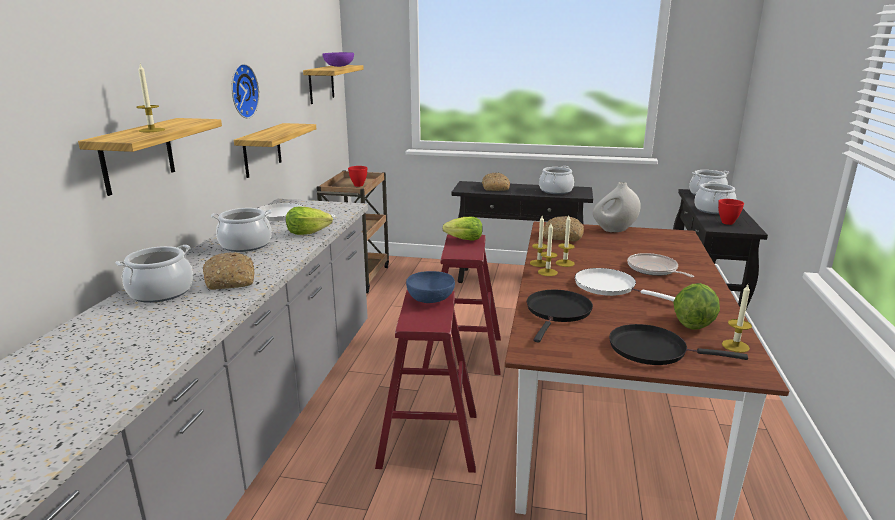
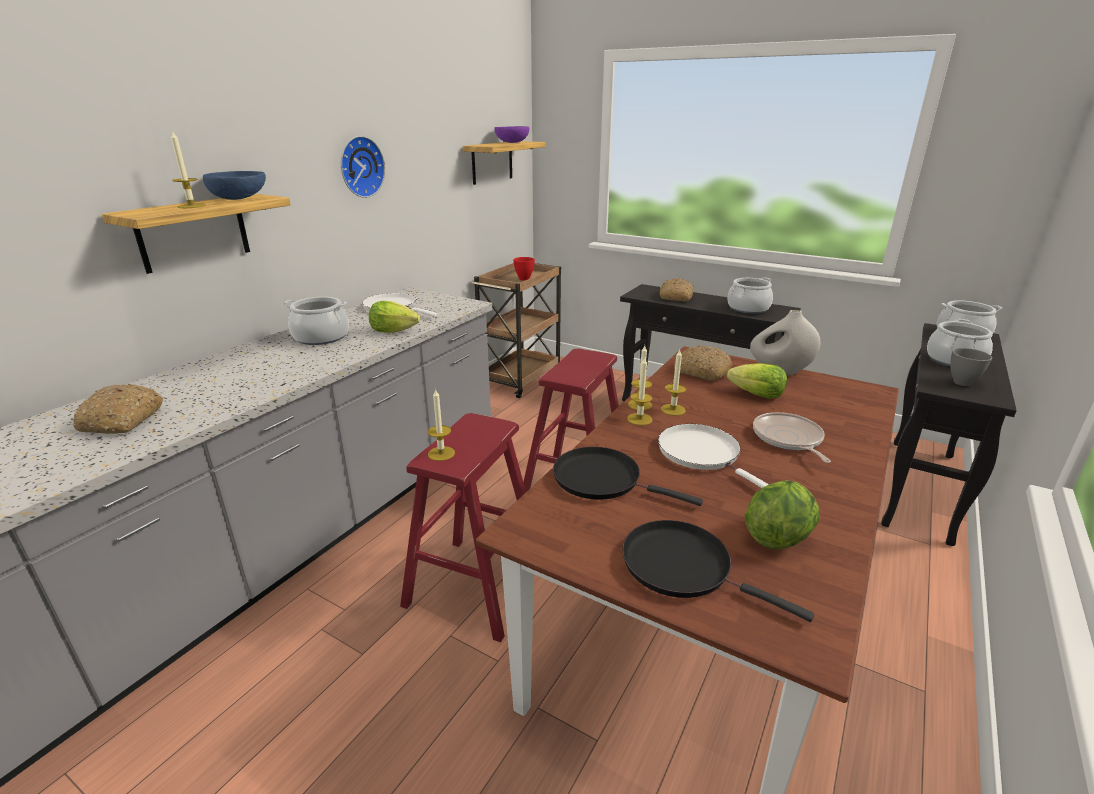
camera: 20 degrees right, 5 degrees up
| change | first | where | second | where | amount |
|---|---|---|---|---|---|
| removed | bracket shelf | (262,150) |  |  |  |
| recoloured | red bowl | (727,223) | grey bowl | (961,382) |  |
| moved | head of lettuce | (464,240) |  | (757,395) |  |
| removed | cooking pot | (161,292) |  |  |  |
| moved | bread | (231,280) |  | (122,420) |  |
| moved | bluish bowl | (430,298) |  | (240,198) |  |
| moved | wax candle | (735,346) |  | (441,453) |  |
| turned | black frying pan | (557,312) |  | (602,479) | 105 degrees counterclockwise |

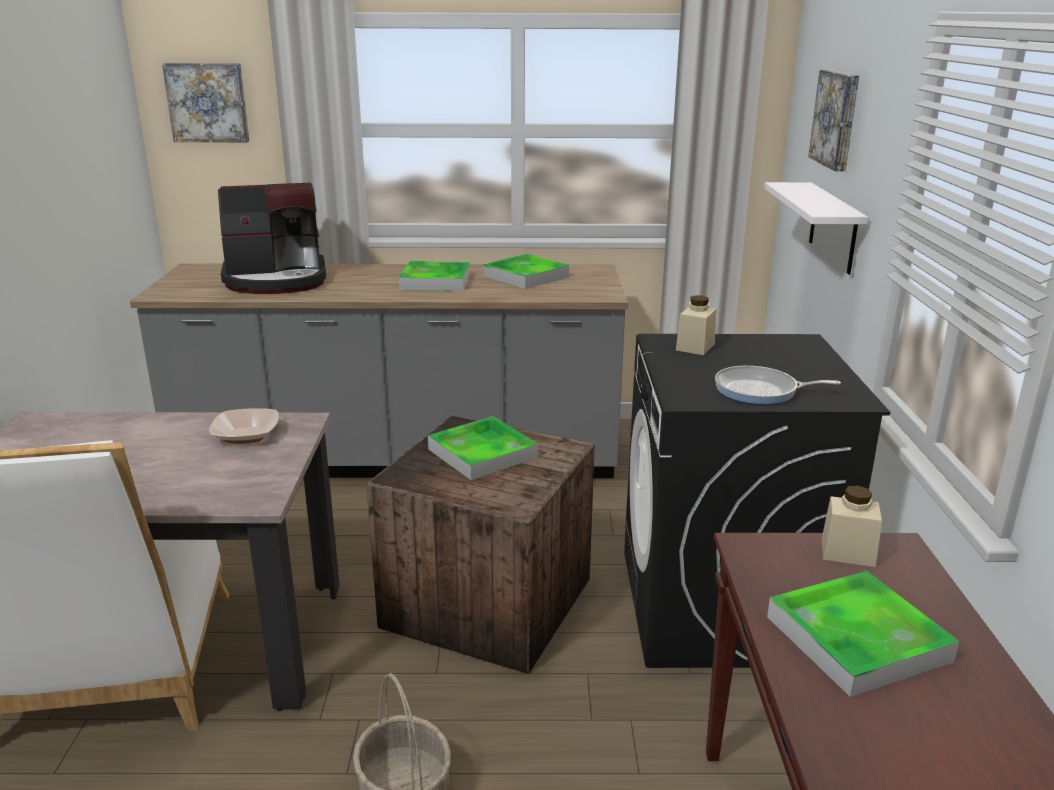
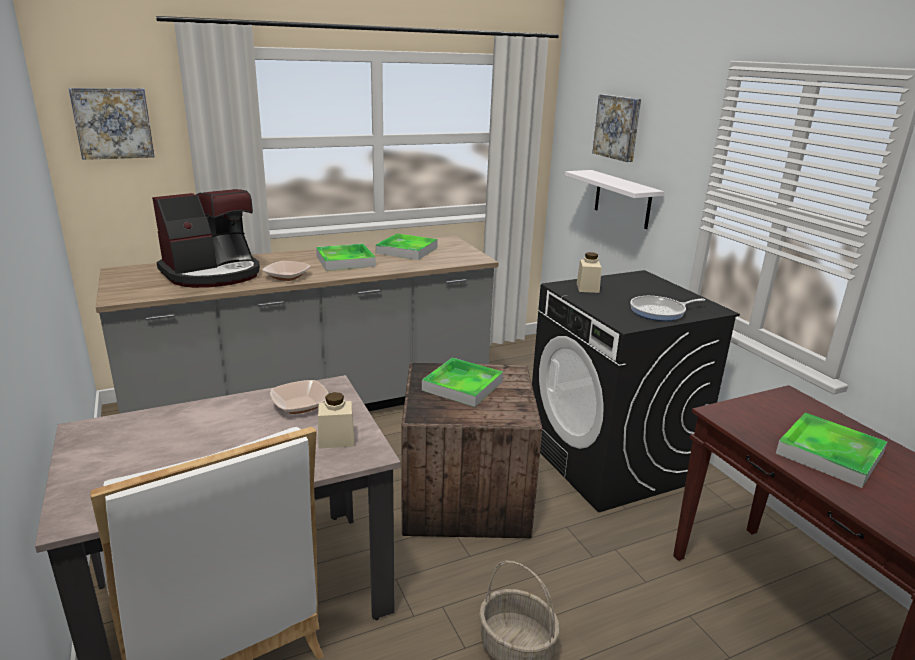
camera: 25 degrees left, 0 degrees up
| change | first | where | second | where | amount |
|---|---|---|---|---|---|
| moved | beige-coloured storage jar | (848,552) |  | (336,439) |  |
| added |  |  | bowl | (287,276) |  |

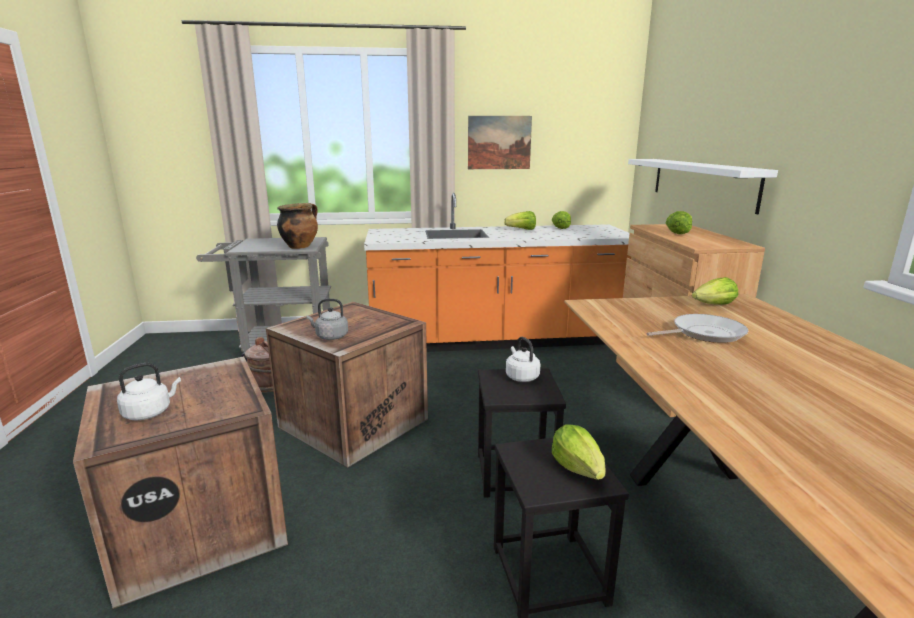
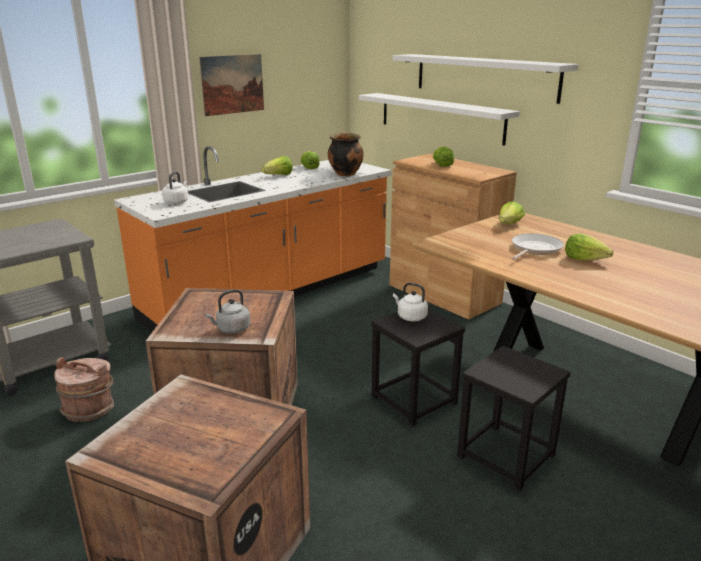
camera: 35 degrees left, 5 degrees up
| change | first | where | second | where | amount |
|---|---|---|---|---|---|
| moved | cooking pot | (300,246) |  | (345,174) |  |
| moved | white-coloured kettle | (150,412) |  | (177,202) |  |
| moved | head of lettuce | (578,468) |  | (585,259) |  |
| added |  |  | white-coloured bracket shelf | (484,76) |  |

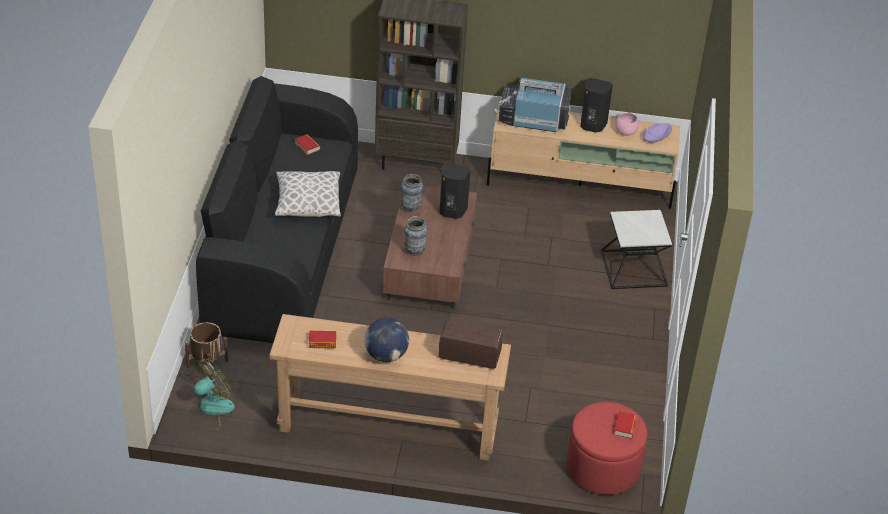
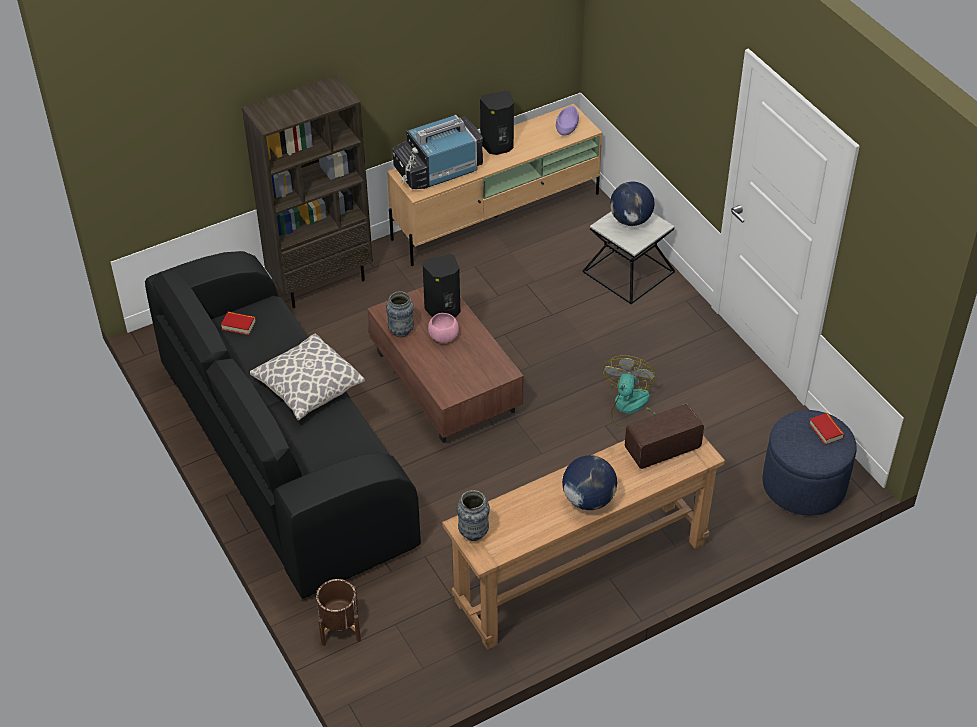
camera: 35 degrees left, 5 degrees up
| change | first | where | second | where | amount |
|---|---|---|---|---|---|
| moved | pink-coloured bowl | (626,132) |  | (444,337) |  |
| moved | decorative vase | (415,251) |  | (473,533) |  |
| removed | volume | (322,342) |  |  |  |
| moved | cooling fan | (209,410) |  | (630,408) |  |
| recoloured | red ottoman | (603,468) | bluish ottoman | (804,484) |  |
| added |  |  | desk globe | (631,220) |  |

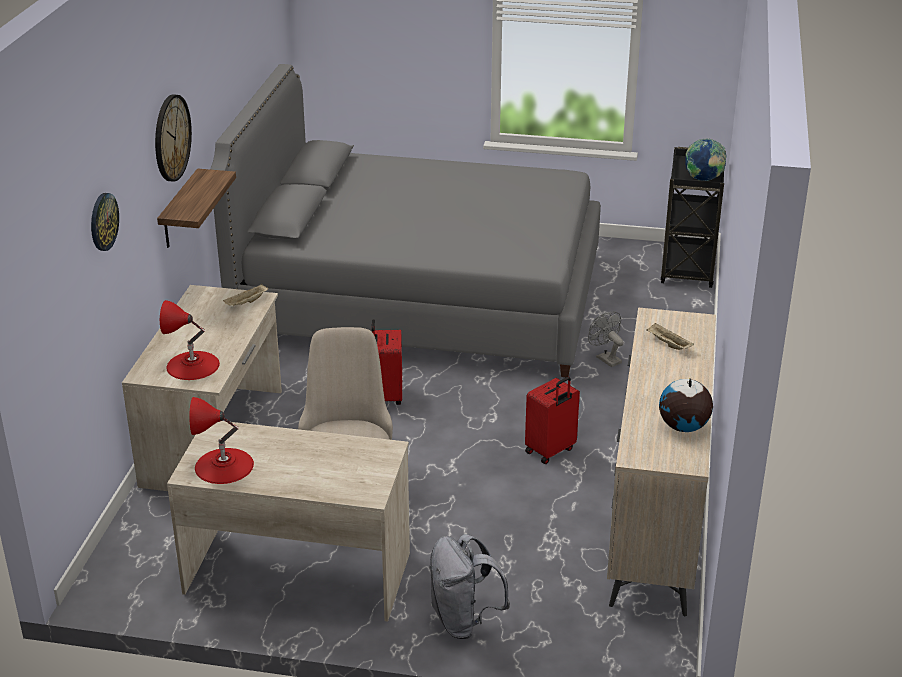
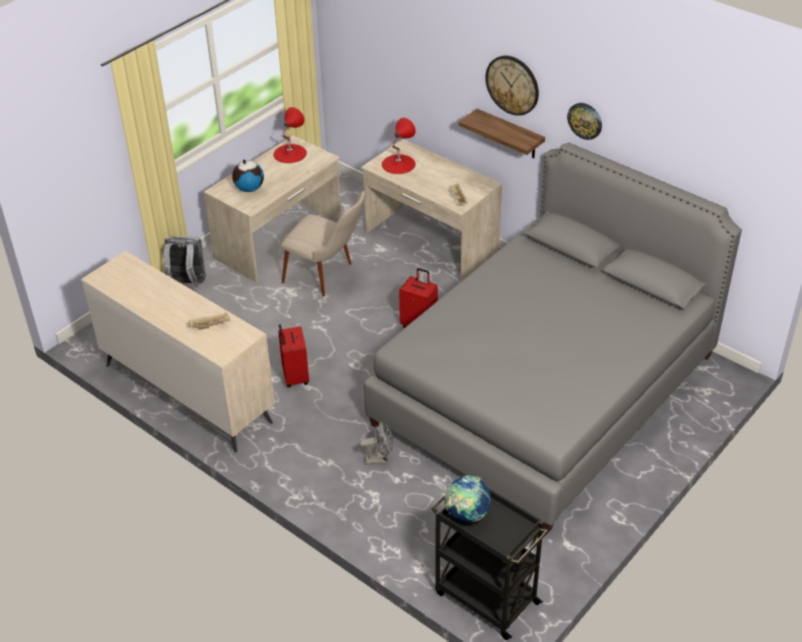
camera: 120 degrees right, 10 degrees up
| change | first | where | second | where | amount |
|---|---|---|---|---|---|
| moved | wall clock | (103,221) |  | (585,120) |  |
| moved | desk globe | (683,427) |  | (249,188) |  |

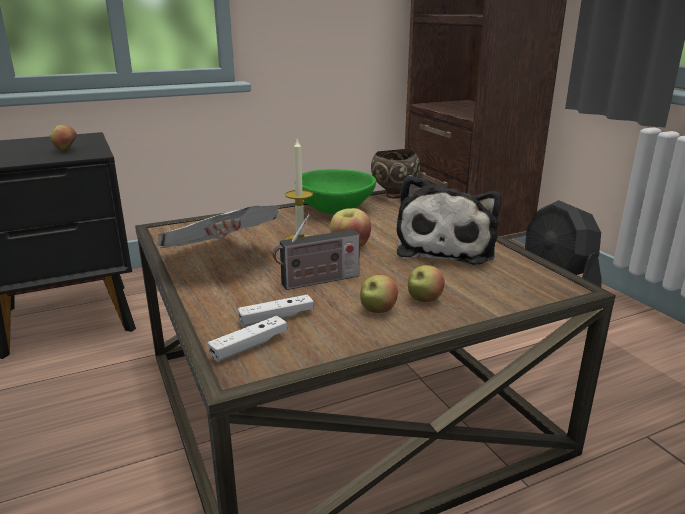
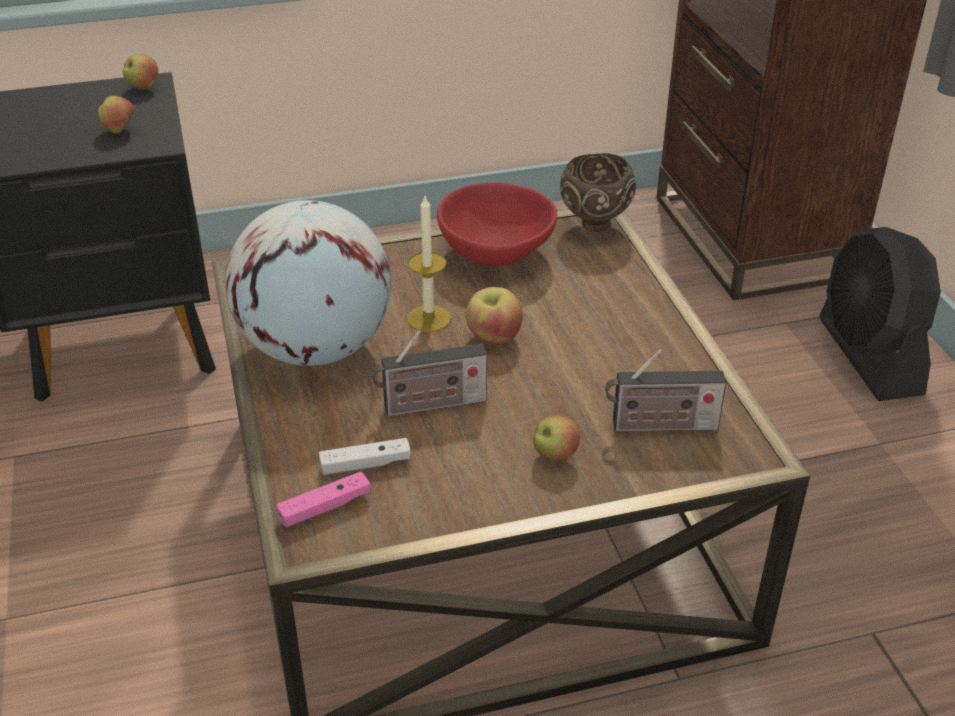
camera: 10 degrees right, 15 degrees up
| change | first | where | second | where | amount |
|---|---|---|---|---|---|
| recoloured | green bowl | (335,210) | red bowl | (495,253) |  |
| removed | soft toy | (446,247) |  |  |  |
| replaced | daily paper | (220,260) | desk globe | (316,348) |  |
| moved | whole apple | (377,310) |  | (143,88) |  |
| recoloured | white-coloured gamepad | (249,346) | pink-coloured gamepad | (325,507) |  |
| added |  |  | radio | (659,426) |  |

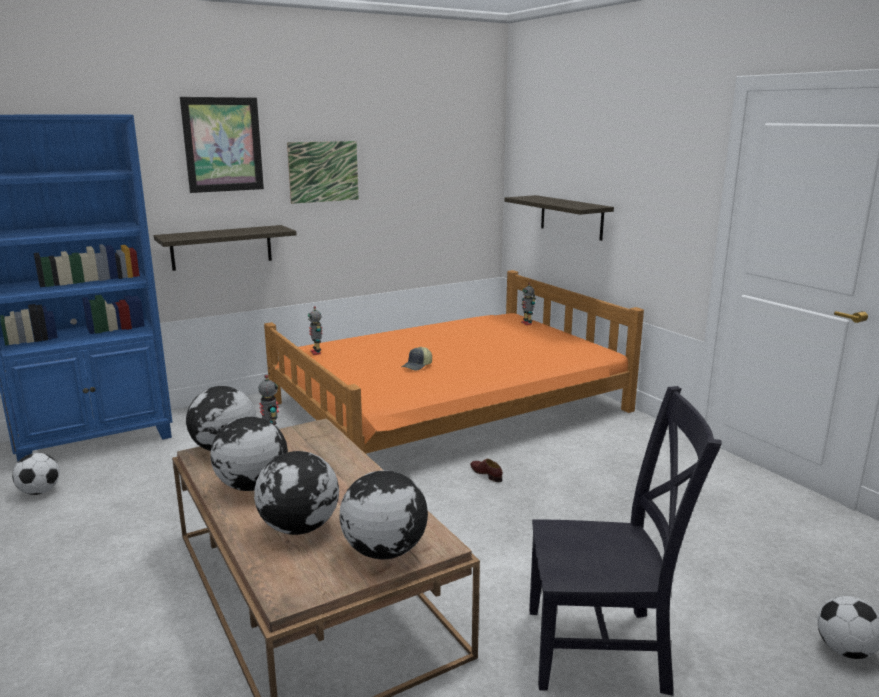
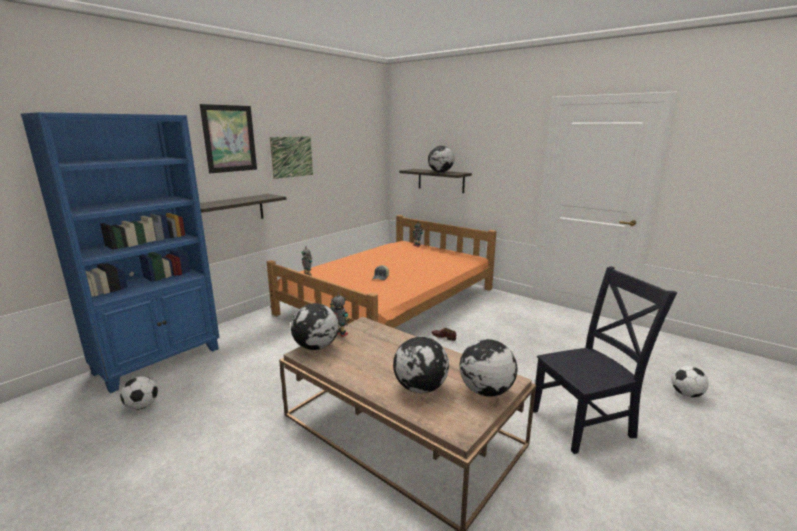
camera: 20 degrees left, 0 degrees up
| change | first | where | second | where | amount |
|---|---|---|---|---|---|
| moved | desk globe | (251,486) |  | (440,172) |  |

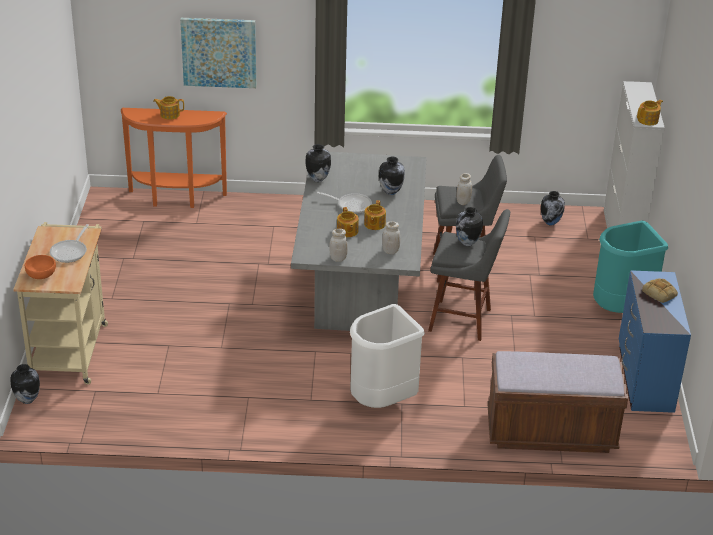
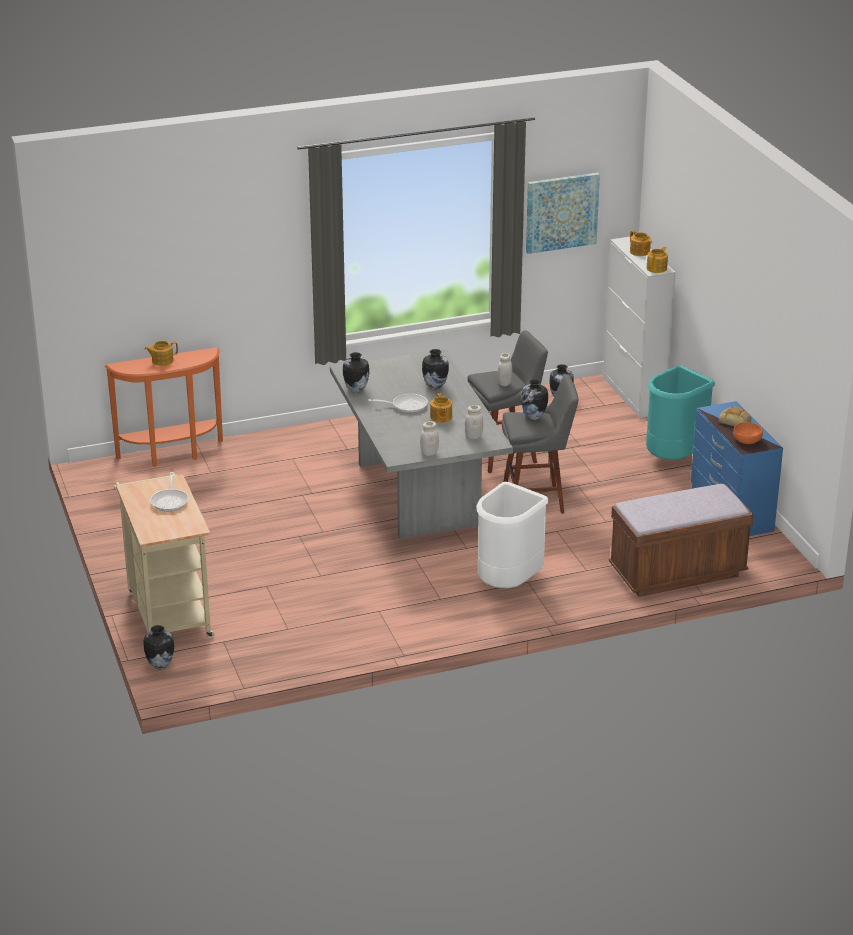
camera: 20 degrees left, 5 degrees down
| change | first | where | second | where | amount |
|---|---|---|---|---|---|
| moved | wall art | (219,52) |  | (561,212) |  |
| moved | teapot | (347,231) |  | (640,252) |  |
| moved | orange-coloured bowl | (41,274) |  | (746,440) |  |

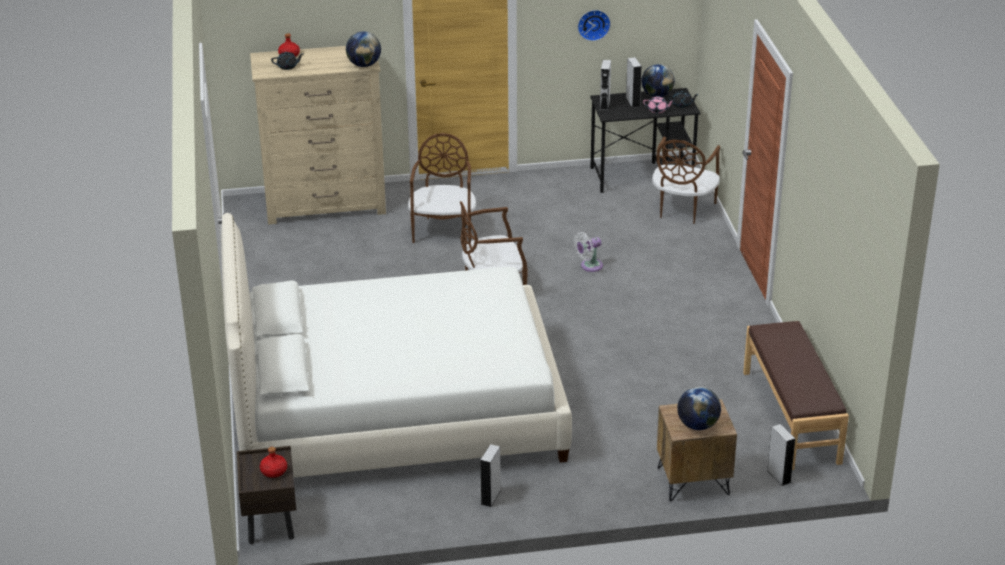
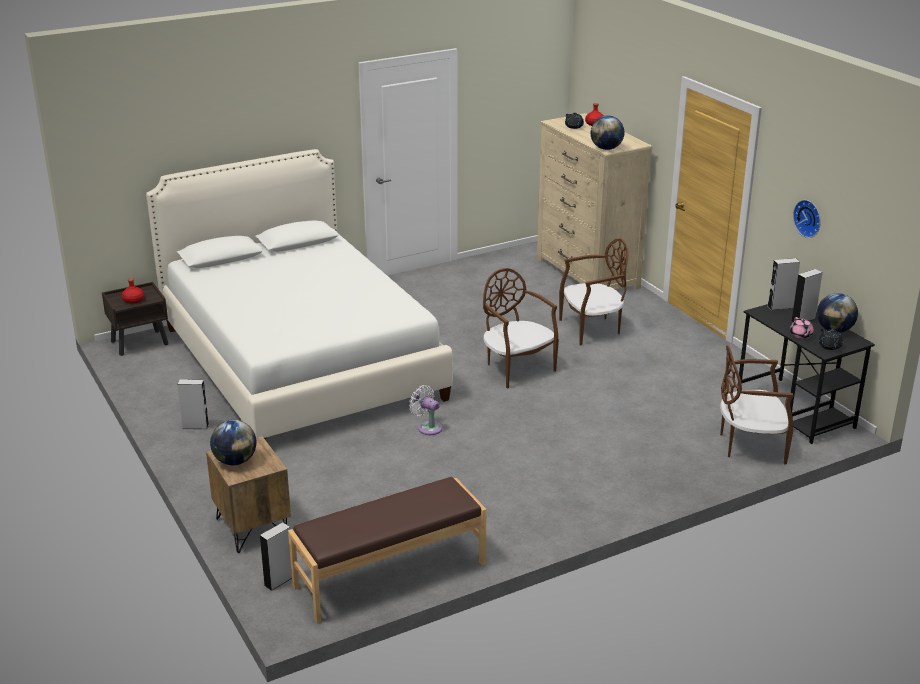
camera: 70 degrees right, 5 degrees down
| change | first | where | second | where | amount |
|---|---|---|---|---|---|
| moved | white-coloured cooling fan | (589,266) |  | (428,427) |  |

